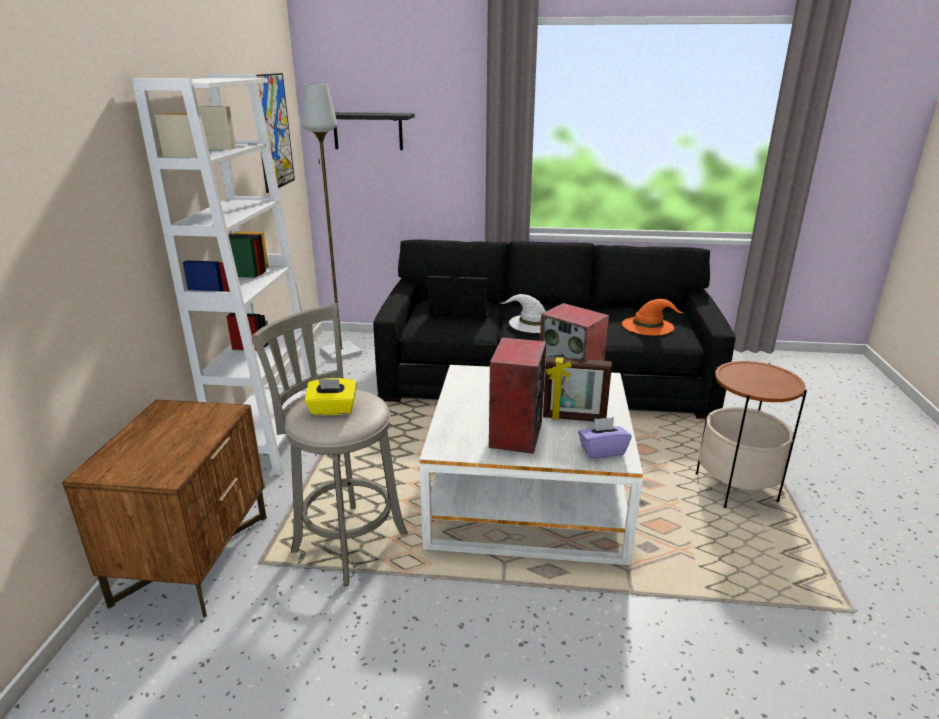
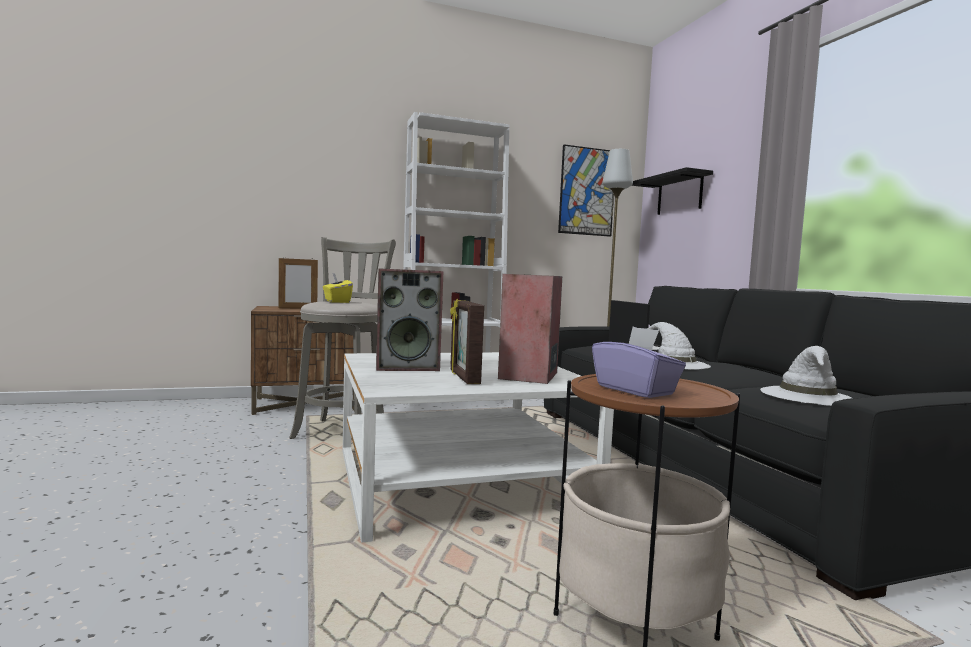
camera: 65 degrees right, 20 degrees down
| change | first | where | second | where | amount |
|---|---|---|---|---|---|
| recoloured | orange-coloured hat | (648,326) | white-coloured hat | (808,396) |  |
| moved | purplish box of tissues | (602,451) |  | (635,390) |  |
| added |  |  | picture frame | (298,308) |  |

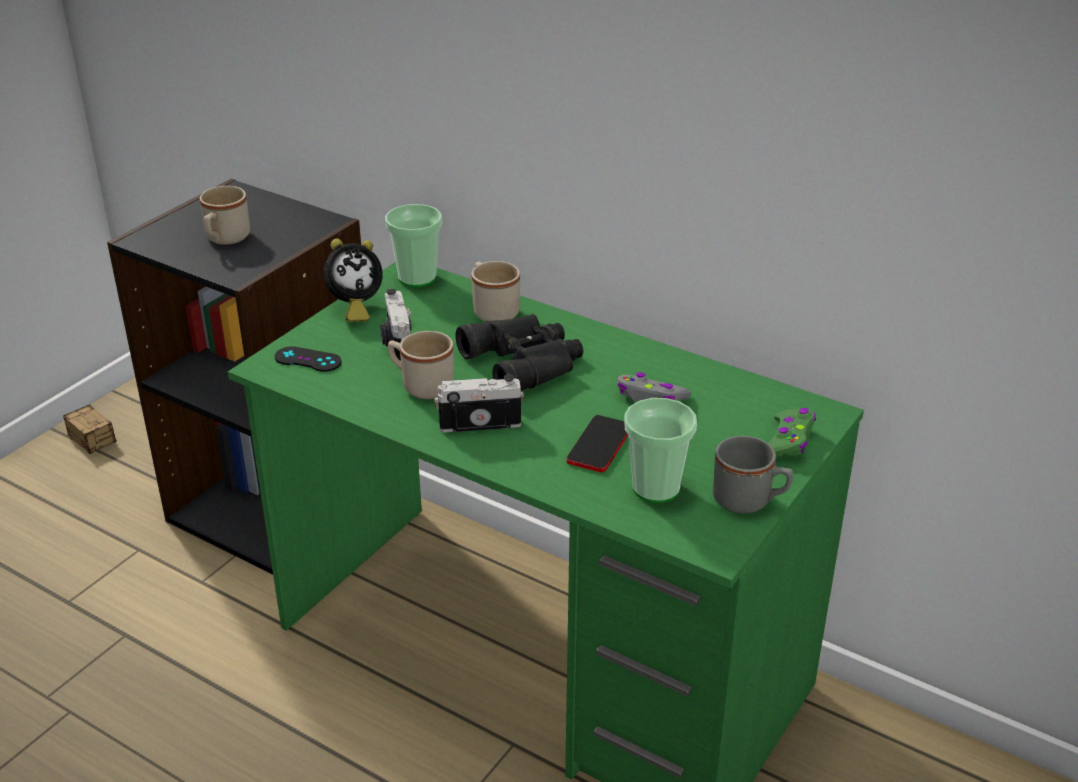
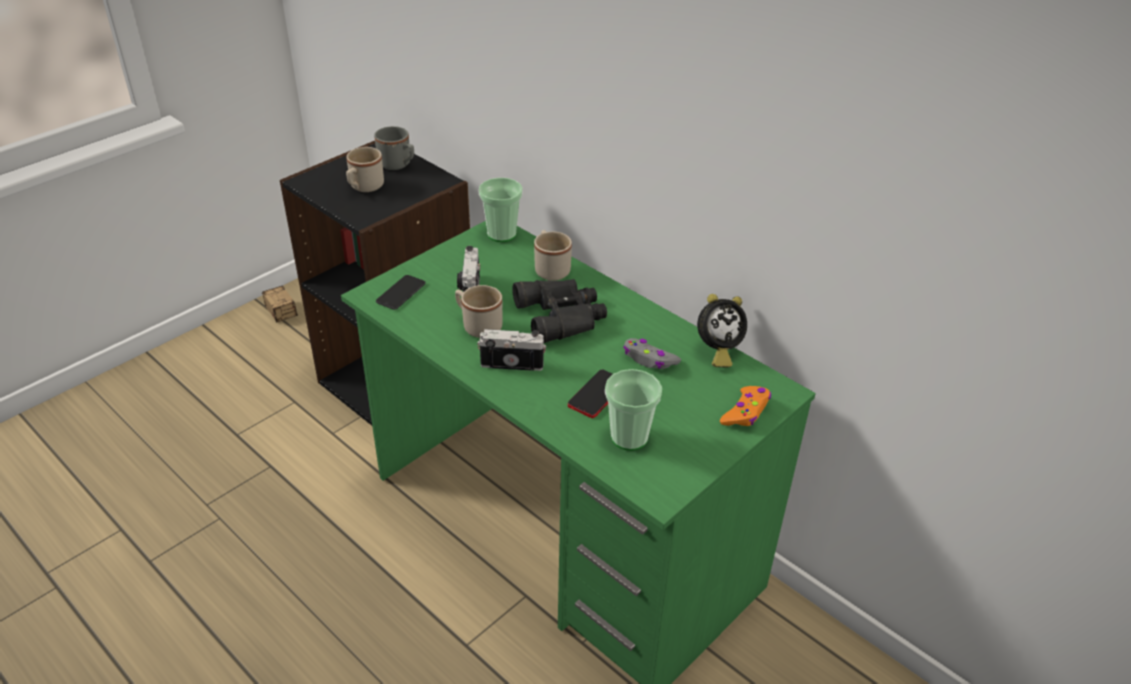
camera: 10 degrees right, 5 degrees up
| change | first | where | second | where | amount |
|---|---|---|---|---|---|
| moved | bedside clock | (354,308) |  | (717,351) |  |
| replaced | black gamepad | (308,360) | handset | (401,293) |  |
| recoloured | green gamepad | (788,441) | orange-coloured gamepad | (745,412) |  |
| moved | grey mug | (749,501) |  | (398,165) |  |

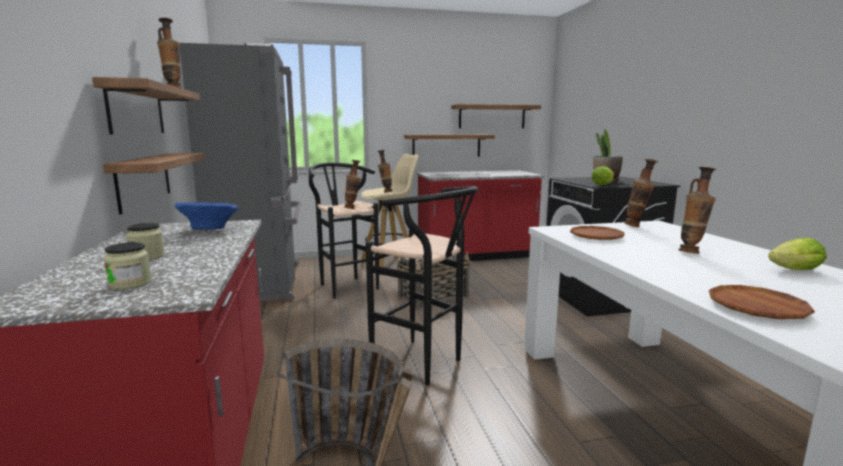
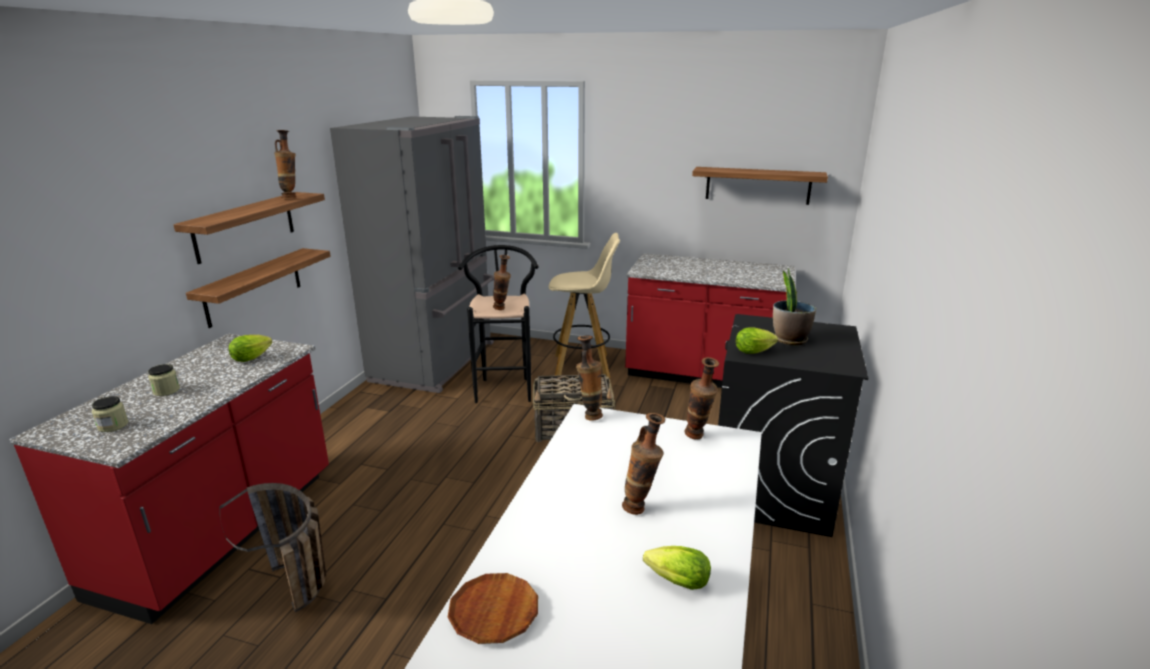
camera: 30 degrees right, 10 degrees up
| change | first | where | second | where | amount |
|---|---|---|---|---|---|
| removed | bracket shelf | (446,145) |  |  |  |
| moved | decorative vase | (385,192) |  | (589,415) |  |
| removed | black sitting stool | (424,365) |  |  |  |
| replaced | bluish bowl | (209,230) | head of lettuce | (253,357) |  |
| removed | brown-coloured plate | (596,236) |  |  |  |

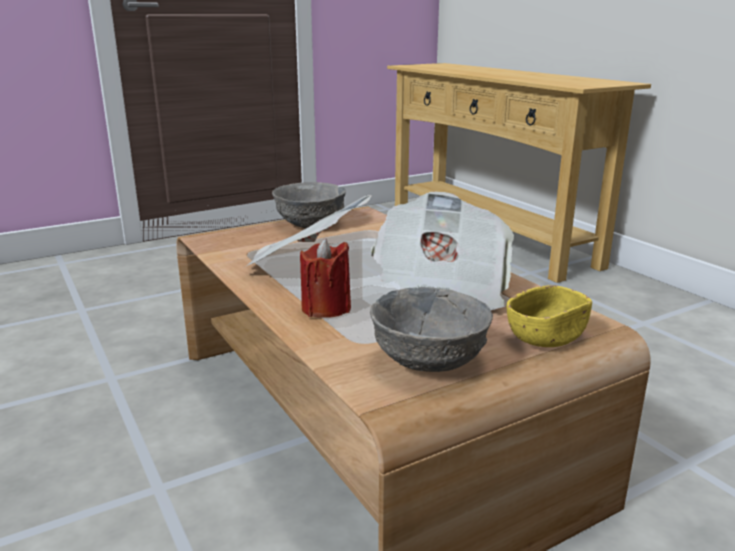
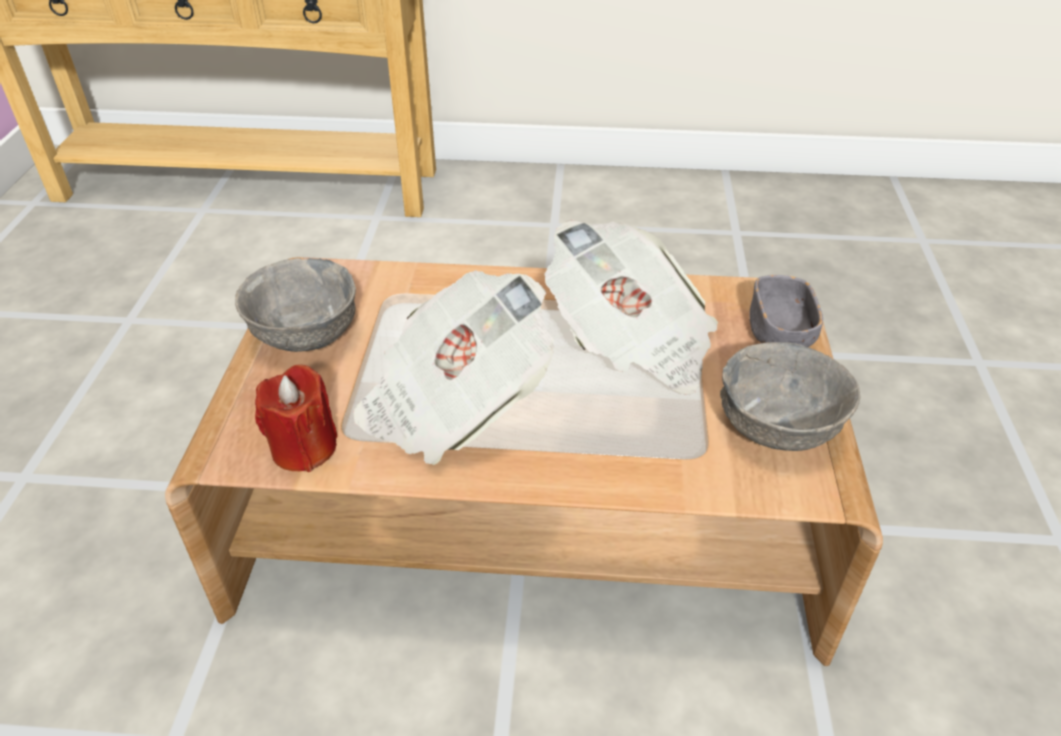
camera: 55 degrees left, 20 degrees up
| change | first | where | second | where | amount |
|---|---|---|---|---|---|
| moved | red wax candle | (326,308) |  | (304,448) |  |
| recoloured | yellow-coloured bowl | (545,337) | grey bowl | (779,333) |  |

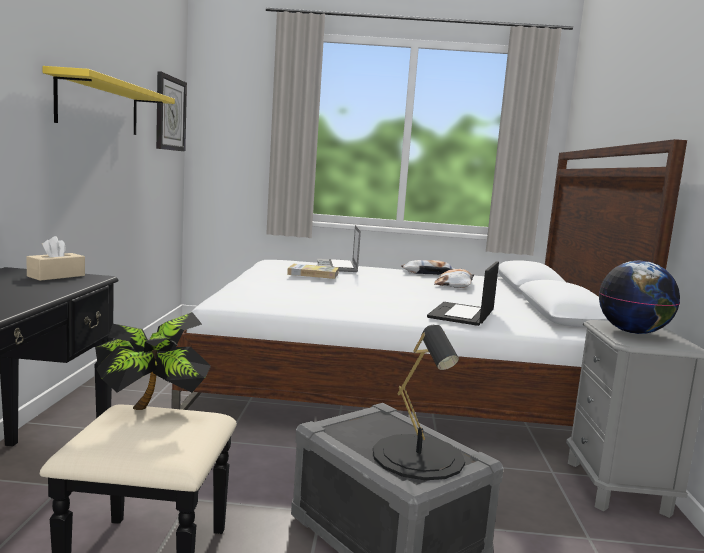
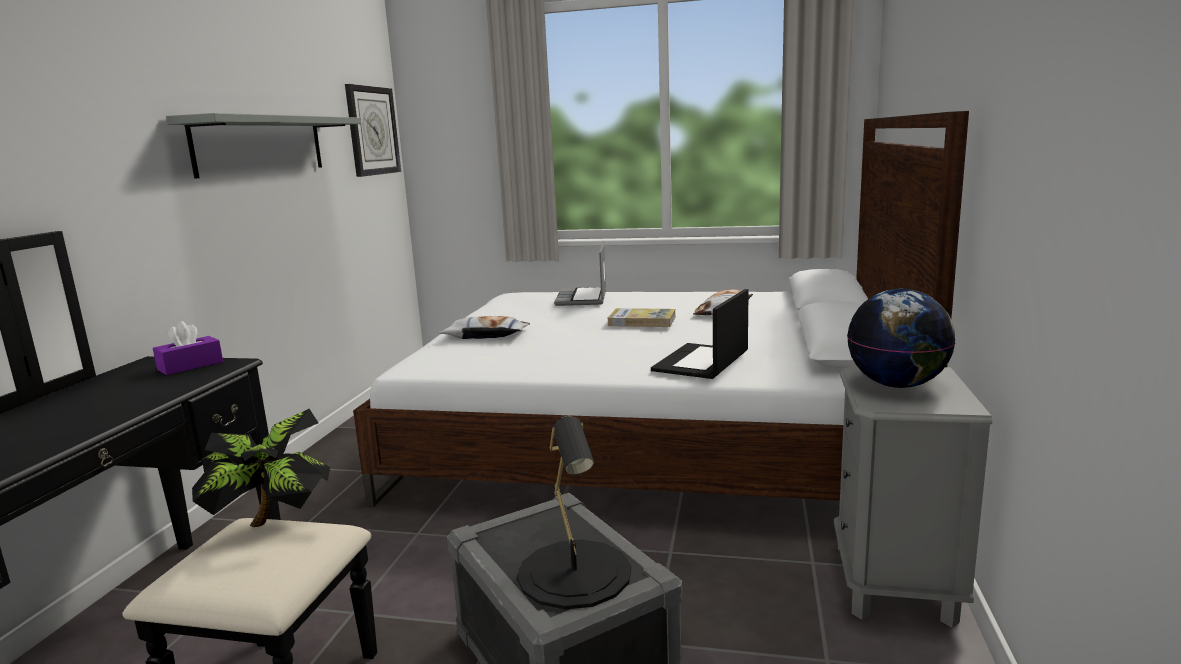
camera: 10 degrees right, 5 degrees up
| change | first | where | second | where | amount |
|---|---|---|---|---|---|
| recoloured | yellow-coloured bracket shelf | (100,106) | grey bracket shelf | (261,145) |  |
| recoloured | beige-coloured box of tissues | (56,276) | purplish box of tissues | (190,366) |  |
| moved | cushion | (428,273) |  | (486,335) |  |
| moved | volume | (313,274) |  | (642,321) |  |

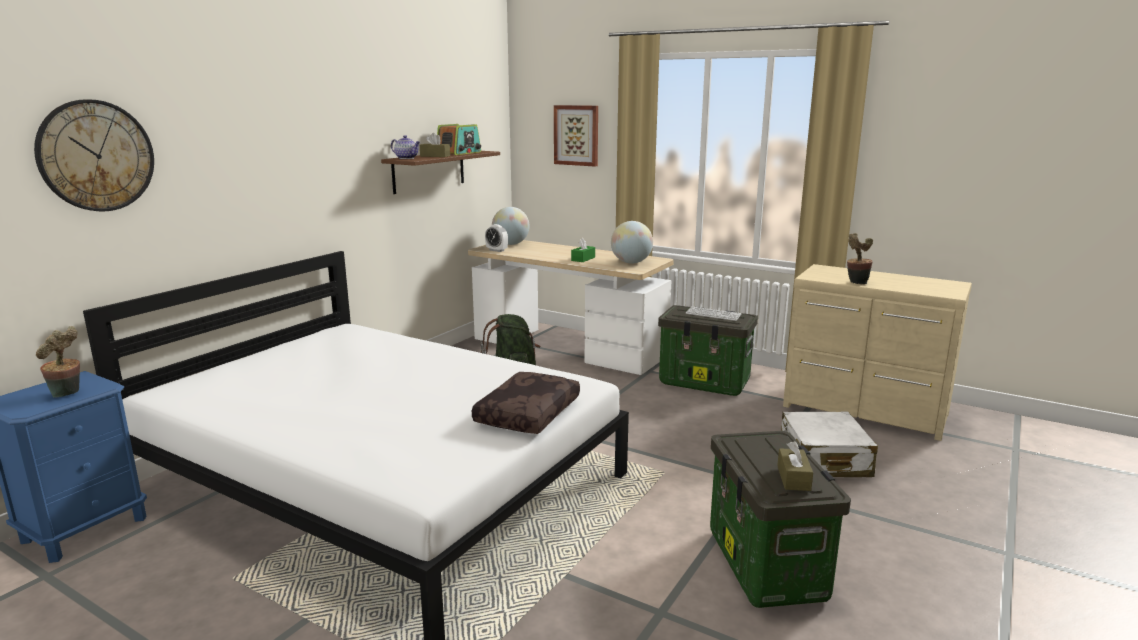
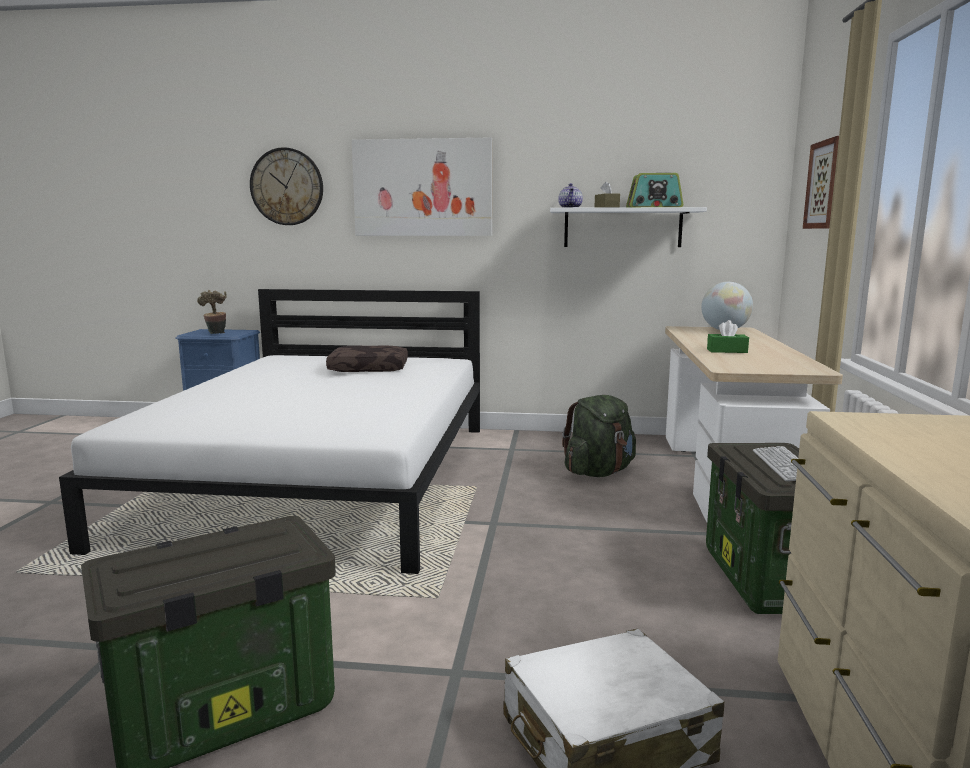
camera: 65 degrees right, 5 degrees down
| change | first | where | second | where | amount |
|---|---|---|---|---|---|
| recoloured | brown-coloured bracket shelf | (429,171) | white-coloured bracket shelf | (622,228) |  |
| removed | desk globe | (631,262) |  |  |  |
| removed | bedside clock | (496,250) |  |  |  |
| removed | plant in a pot | (856,283) |  |  |  |
| moved | brown-coloured cushion | (527,413) |  | (369,368) |  |
| removed | brown-coloured box of tissues | (793,478) |  |  |  |
| added |  |  | wall art | (422,188) |  |

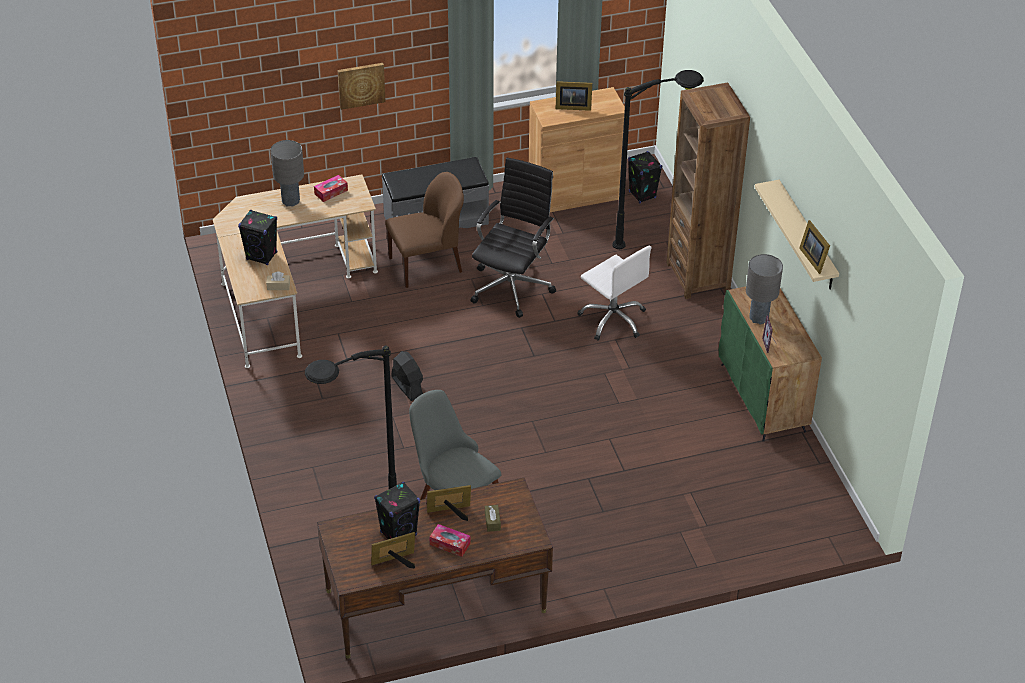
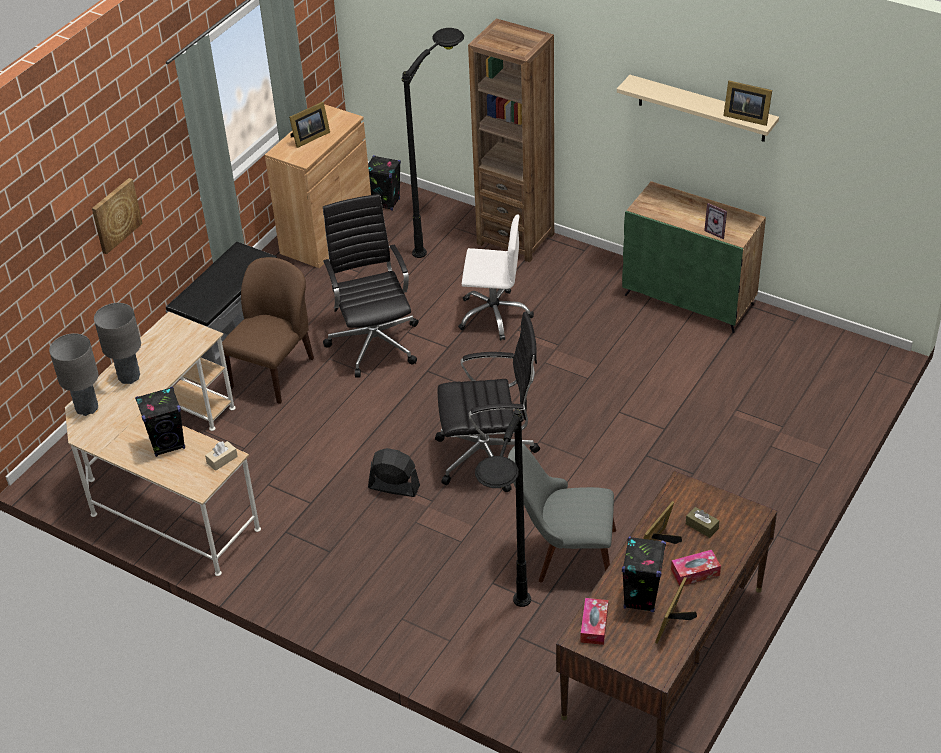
camera: 40 degrees left, 0 degrees up
| change | first | where | second | where | amount |
|---|---|---|---|---|---|
| moved | box of tissues | (331,192) |  | (594,625) |  |
| moved | grey tabletop lamp | (759,318) |  | (87,408) |  |
| added |  |  | black computer chair | (489,456) |  |

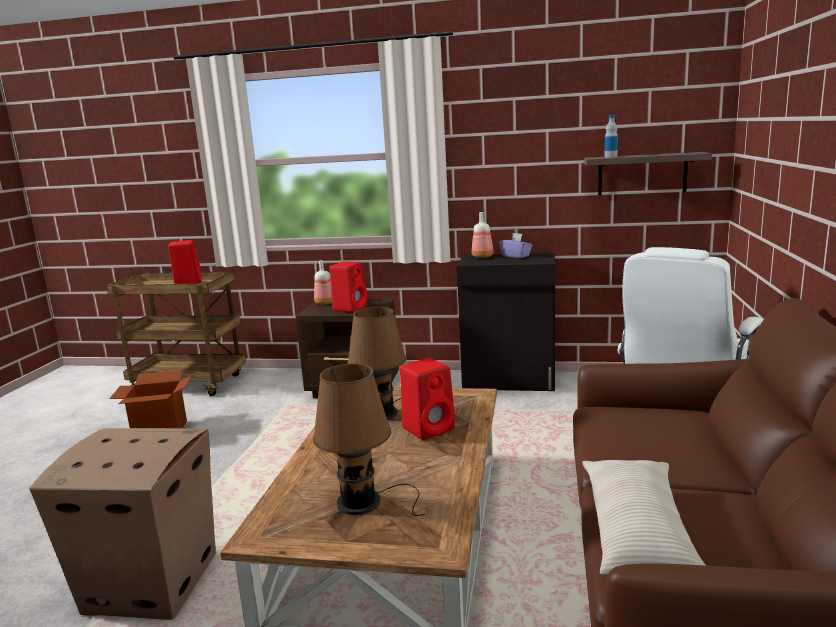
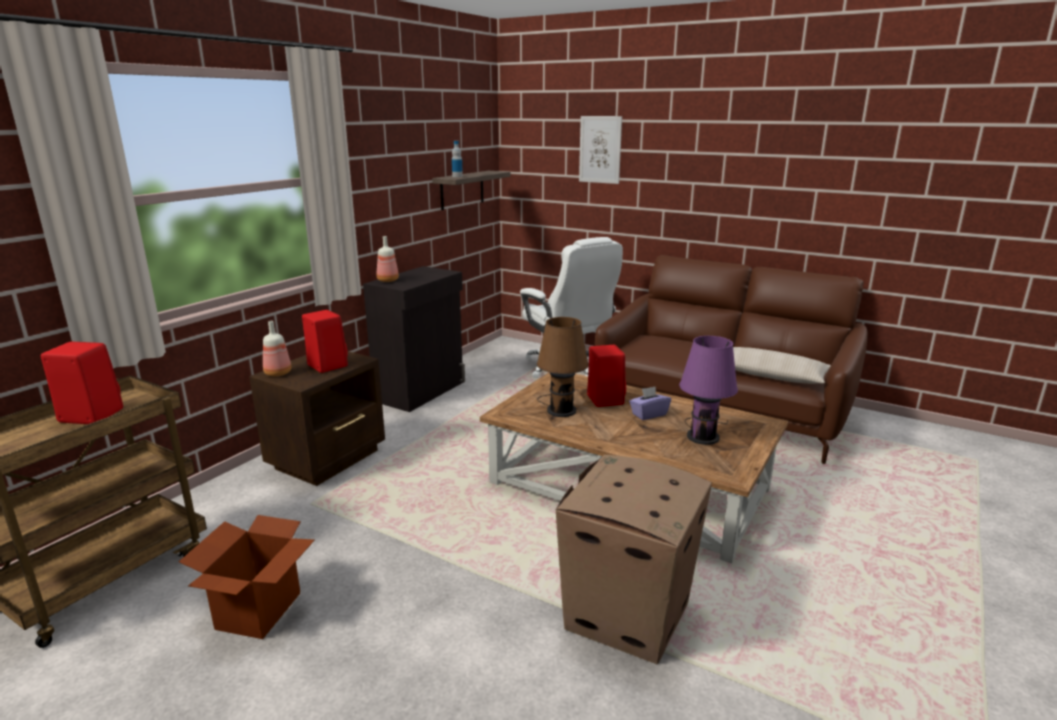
camera: 70 degrees left, 5 degrees up
| change | first | where | second | where | amount |
|---|---|---|---|---|---|
| moved | purplish box of tissues | (516,256) |  | (648,414) |  |
| recoloured | brown-coloured tabletop lamp | (364,502) | purplish tabletop lamp | (703,435) |  |
| added |  |  | wall art | (600,149) |  |

